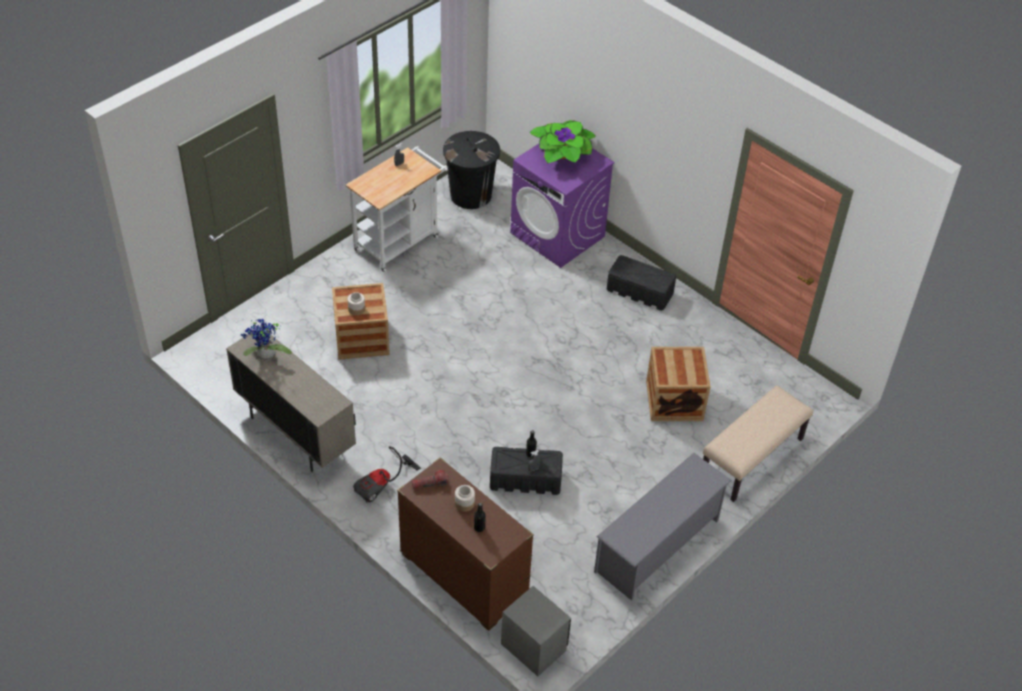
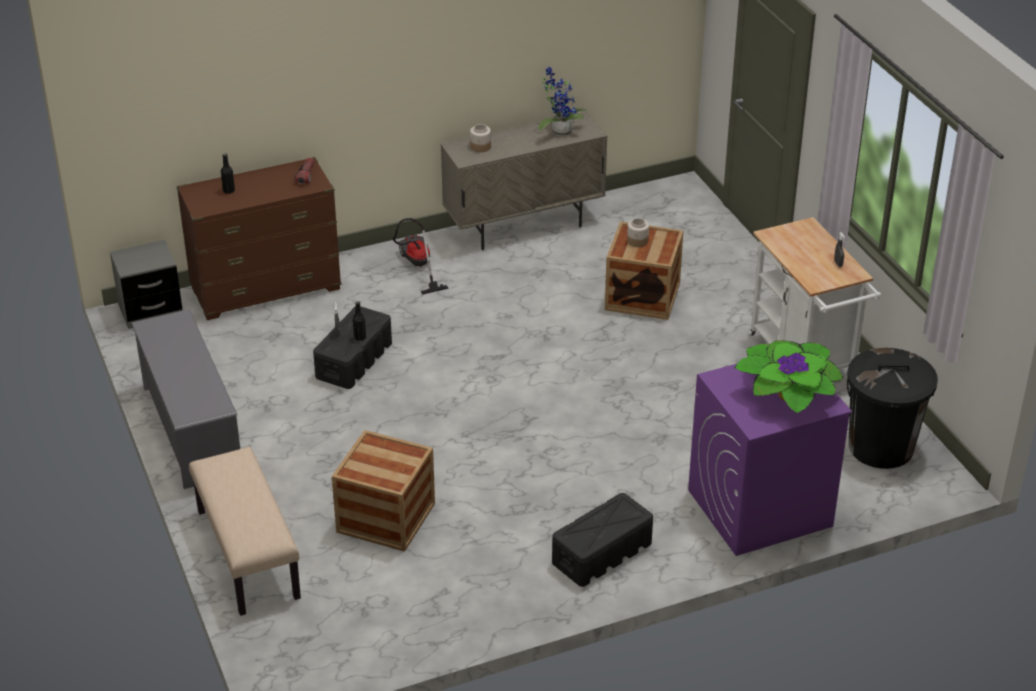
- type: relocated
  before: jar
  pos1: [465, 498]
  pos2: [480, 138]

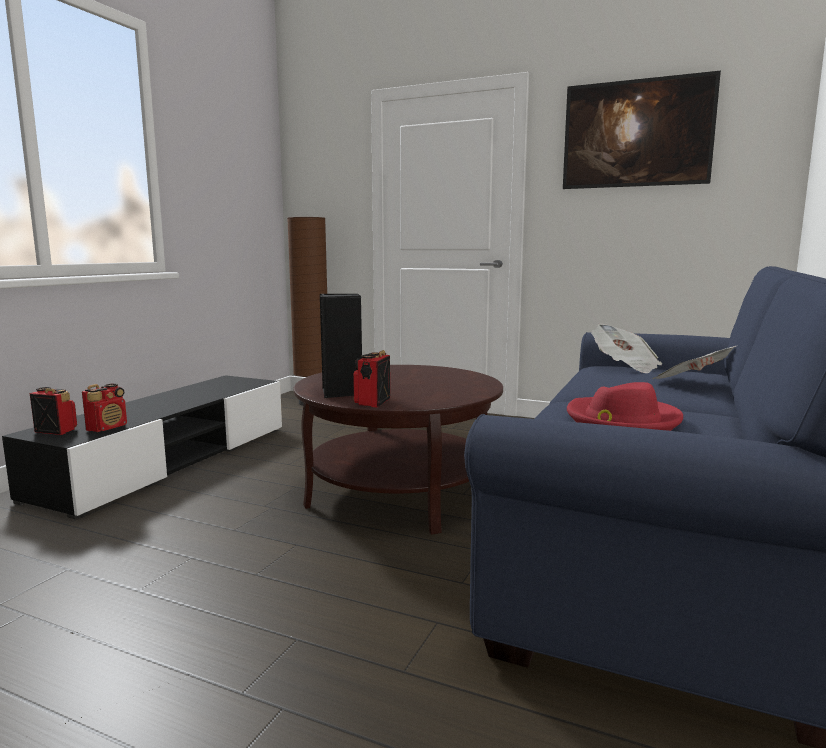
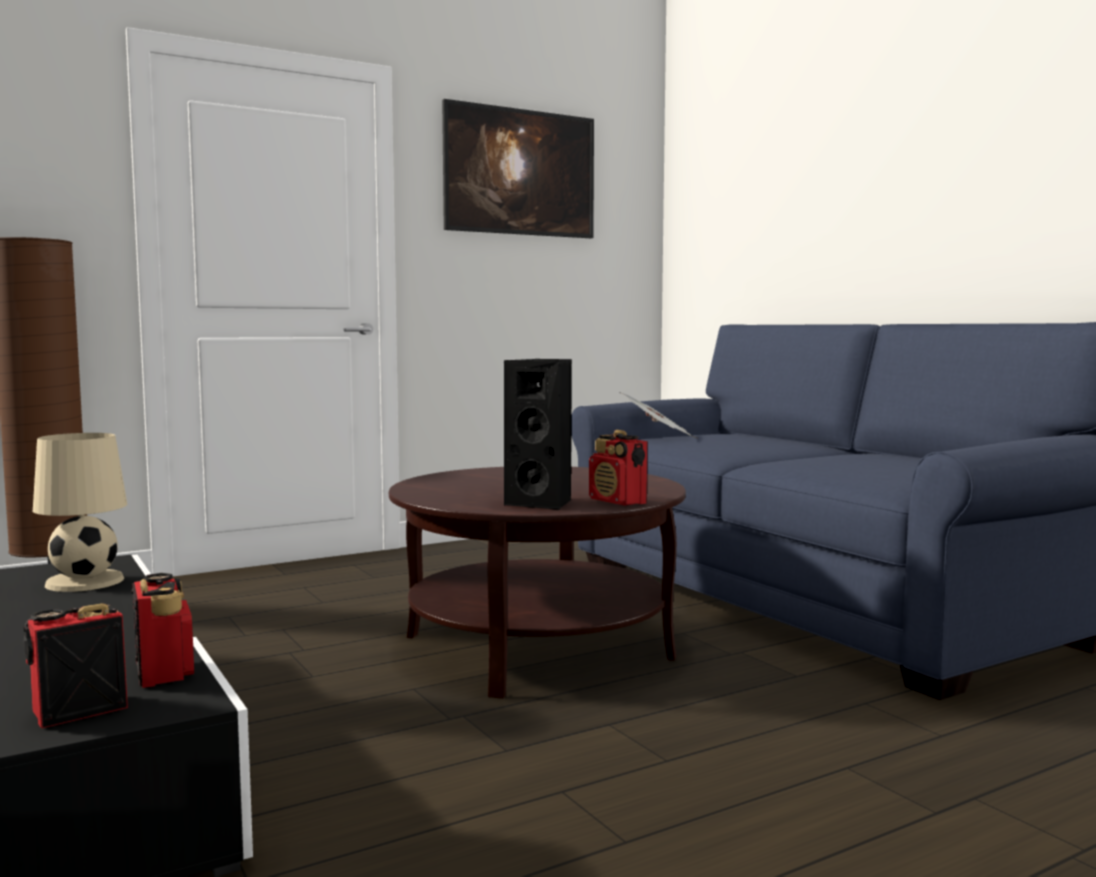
- type: appeared
  after: lamp for a table in beige-coloured
  pos2: [80, 512]
- type: missing
  before: clothing hat in reddish
  pos1: [625, 406]
- type: missing
  before: daily paper
  pos1: [694, 362]

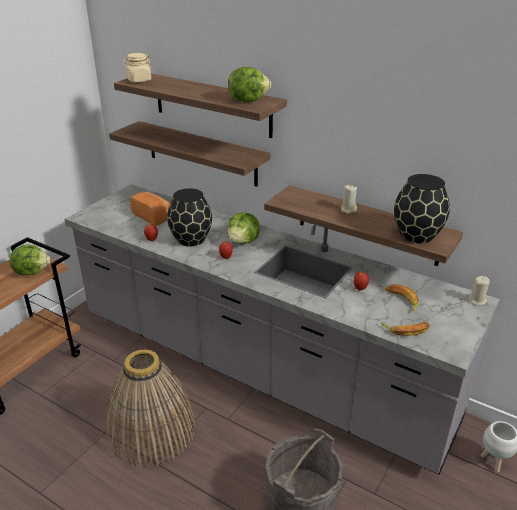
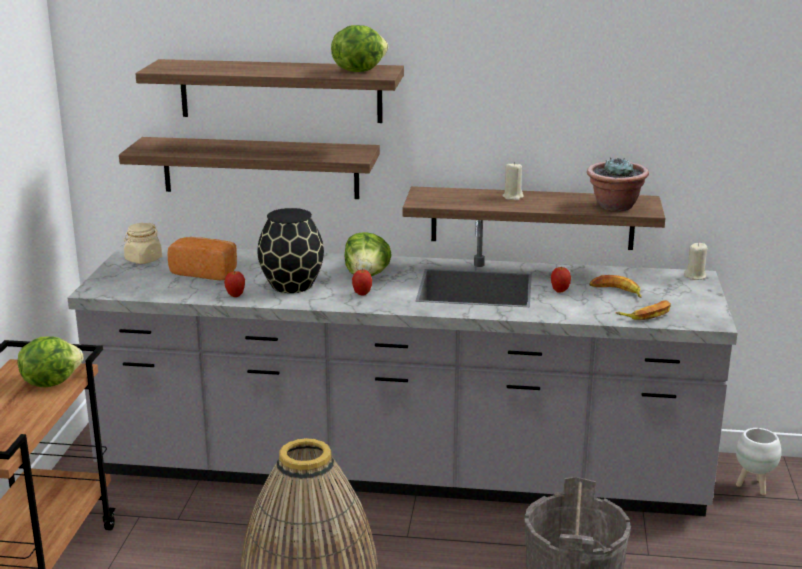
- type: relocated
  before: jar in beige-coloured
  pos1: [137, 67]
  pos2: [143, 243]
- type: exchanged
  before: vase in blackish
  after: houseplant
  pos1: [422, 209]
  pos2: [618, 184]

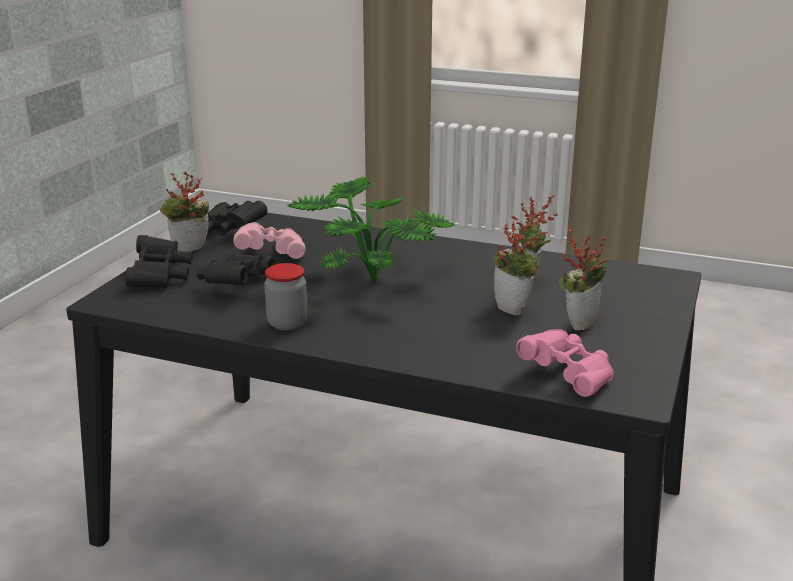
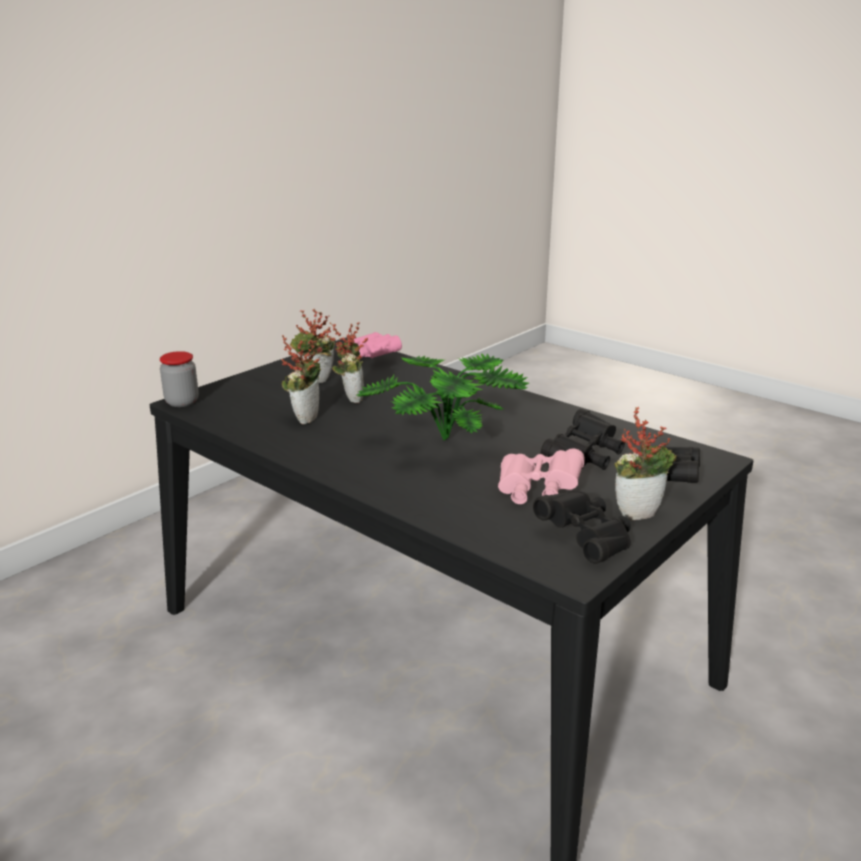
- type: relocated
  before: jar
  pos1: [285, 297]
  pos2: [179, 379]

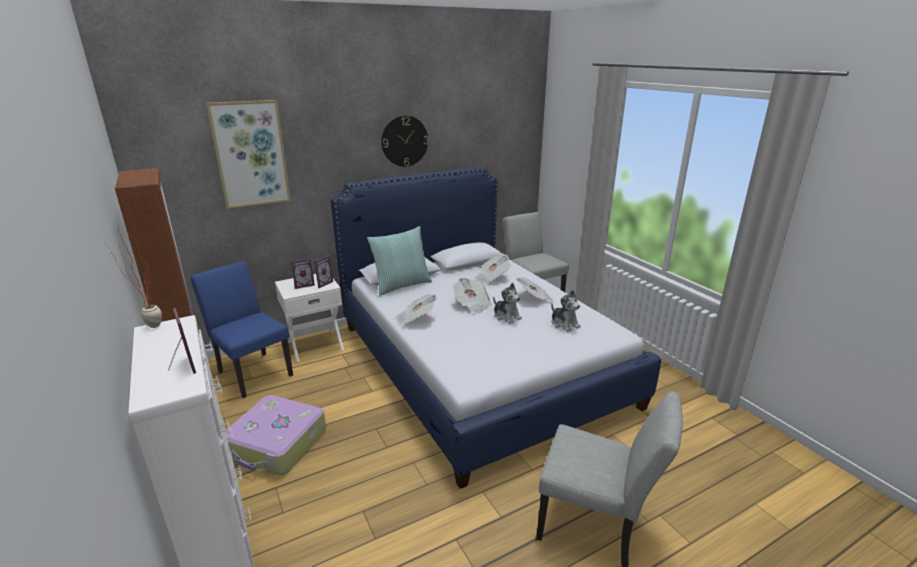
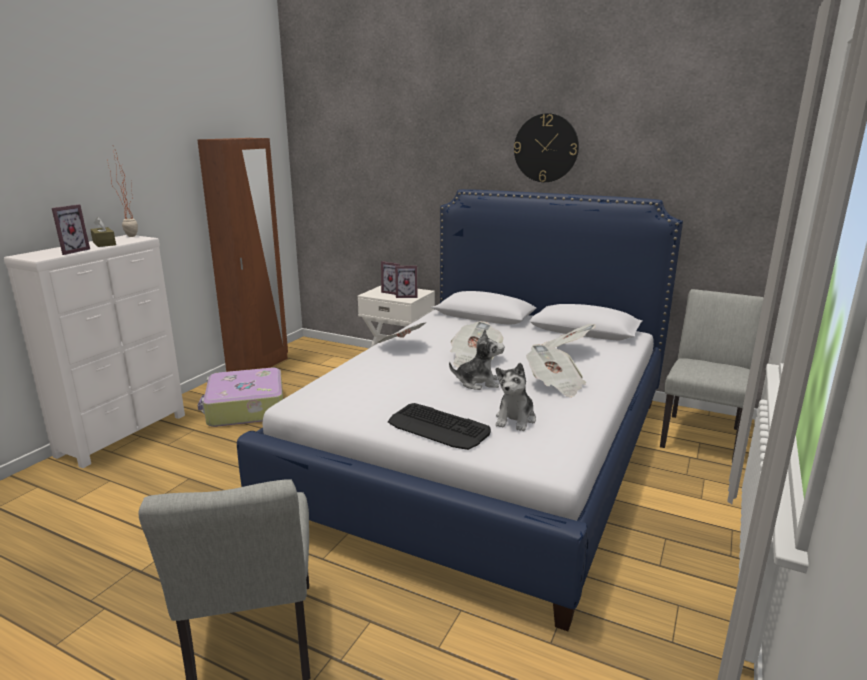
- type: appeared
  after: box of tissues in brownish
  pos2: [103, 232]
- type: appeared
  after: computer keyboard
  pos2: [439, 426]
- type: spun
  before: soft toy
  pos1: [507, 303]
  pos2: [477, 359]
  turn: -105
- type: missing
  before: plain chair in blue-coloured
  pos1: [241, 329]
- type: missing
  before: wall art
  pos1: [248, 154]
- type: missing
  before: pillow
  pos1: [399, 261]

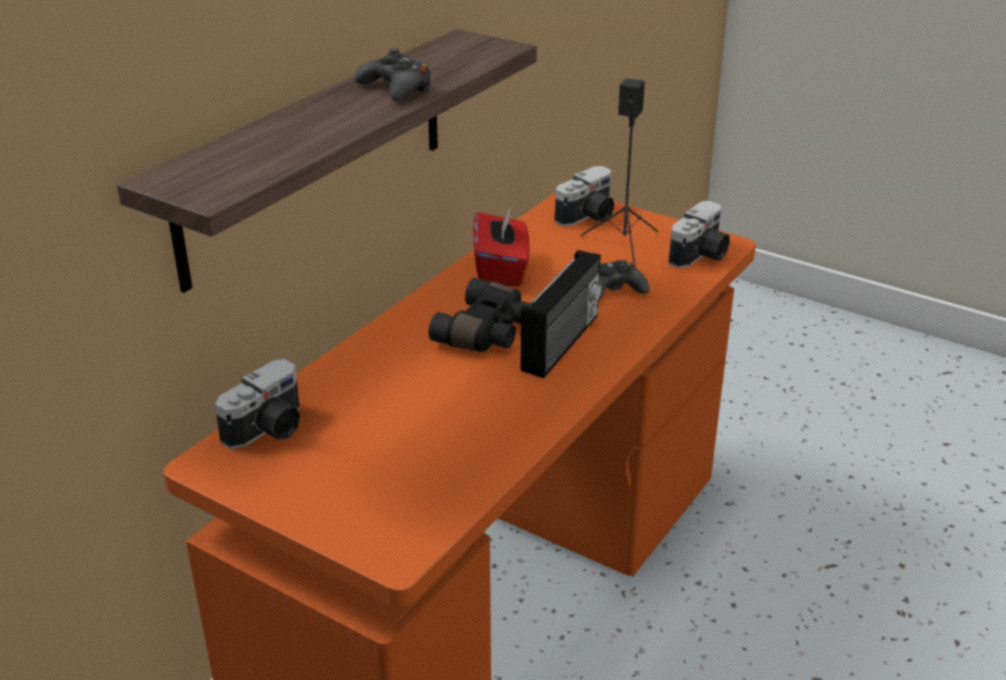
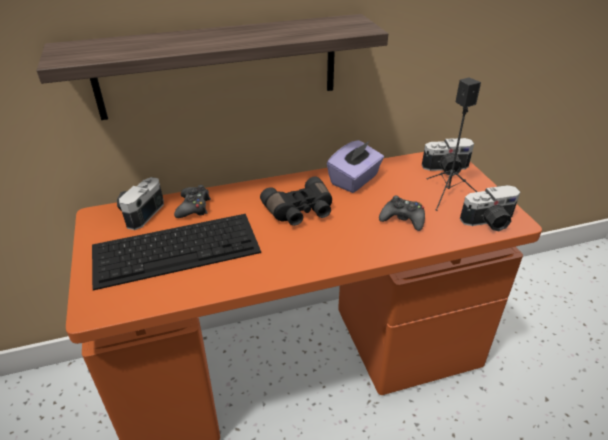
- type: appeared
  after: computer keyboard
  pos2: [176, 252]
- type: spun
  before: still camera
  pos1: [258, 404]
  pos2: [140, 203]
  turn: 120
- type: relocated
  before: gamepad in blackish
  pos1: [392, 74]
  pos2: [192, 201]
- type: colour
  before: box of tissues in reddish
  after: box of tissues in purplish
  pos1: [501, 245]
  pos2: [355, 166]
- type: missing
  before: radio
  pos1: [561, 314]

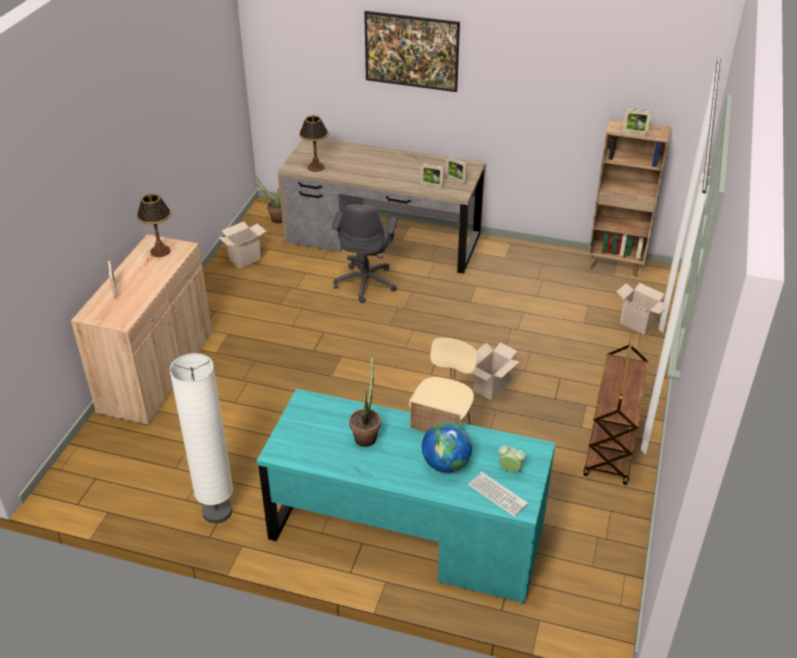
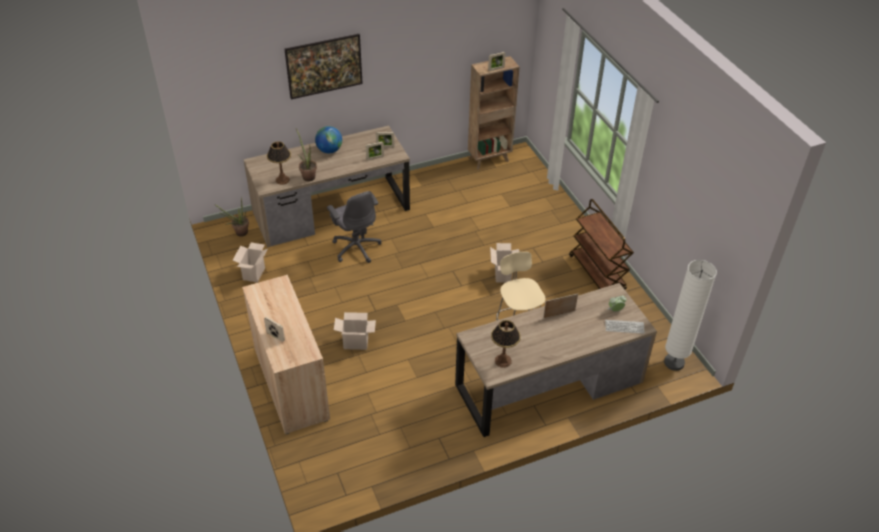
- type: relocated
  before: houseplant
  pos1: [365, 400]
  pos2: [306, 155]
- type: relocated
  before: world globe
  pos1: [447, 447]
  pos2: [328, 139]
- type: relocated
  before: cardboard box
  pos1: [641, 309]
  pos2: [355, 331]
- type: colour
  before: desk unit in blue-green
  after: desk unit in brownish
  pos1: [406, 496]
  pos2: [556, 360]
- type: relocated
  before: lamp for a table
  pos1: [153, 225]
  pos2: [506, 344]
- type: relocated
  before: standing lamp in whitish
  pos1: [201, 438]
  pos2: [690, 315]

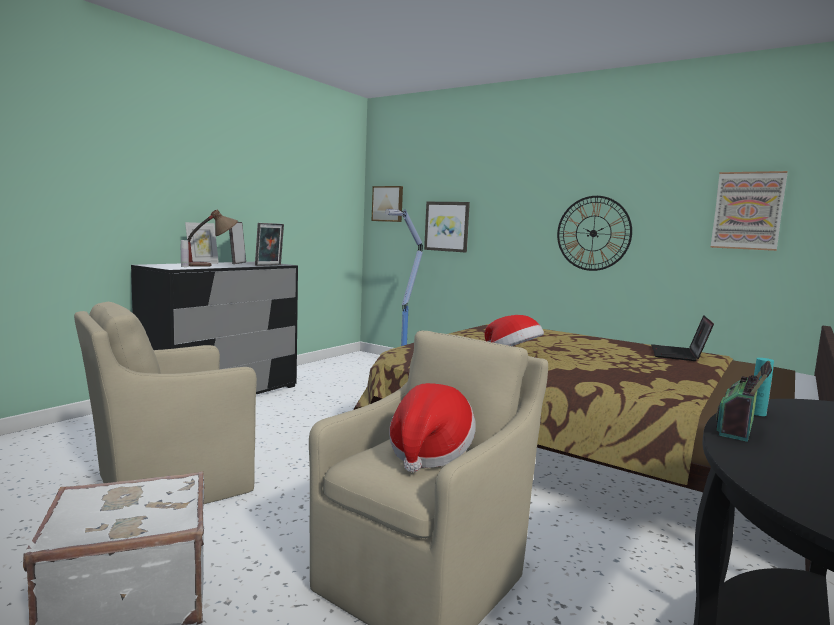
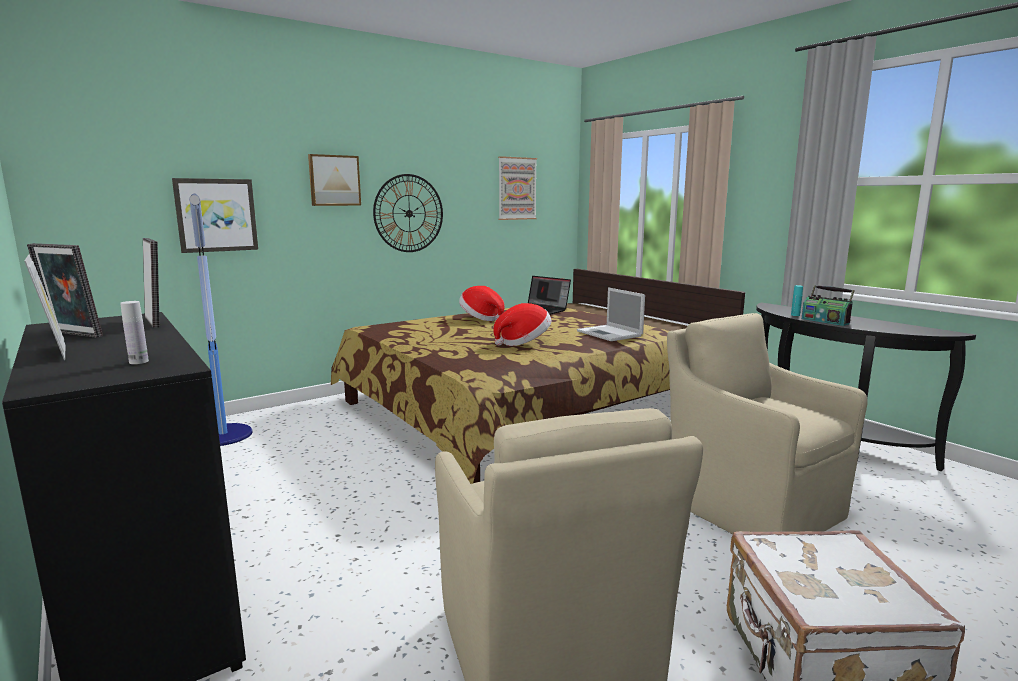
- type: relocated
  before: wall art
  pos1: [387, 204]
  pos2: [334, 180]
- type: relocated
  before: clothing hat
  pos1: [432, 427]
  pos2: [481, 303]
- type: appeared
  after: portable computer
  pos2: [611, 314]
- type: missing
  before: lamp for a table
  pos1: [212, 238]

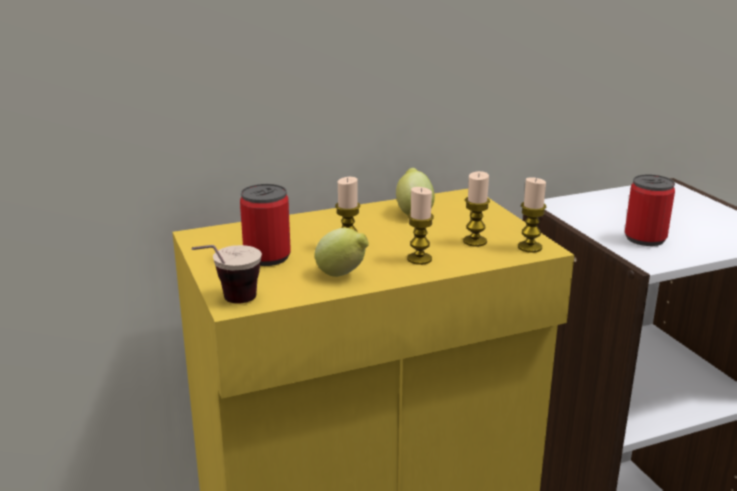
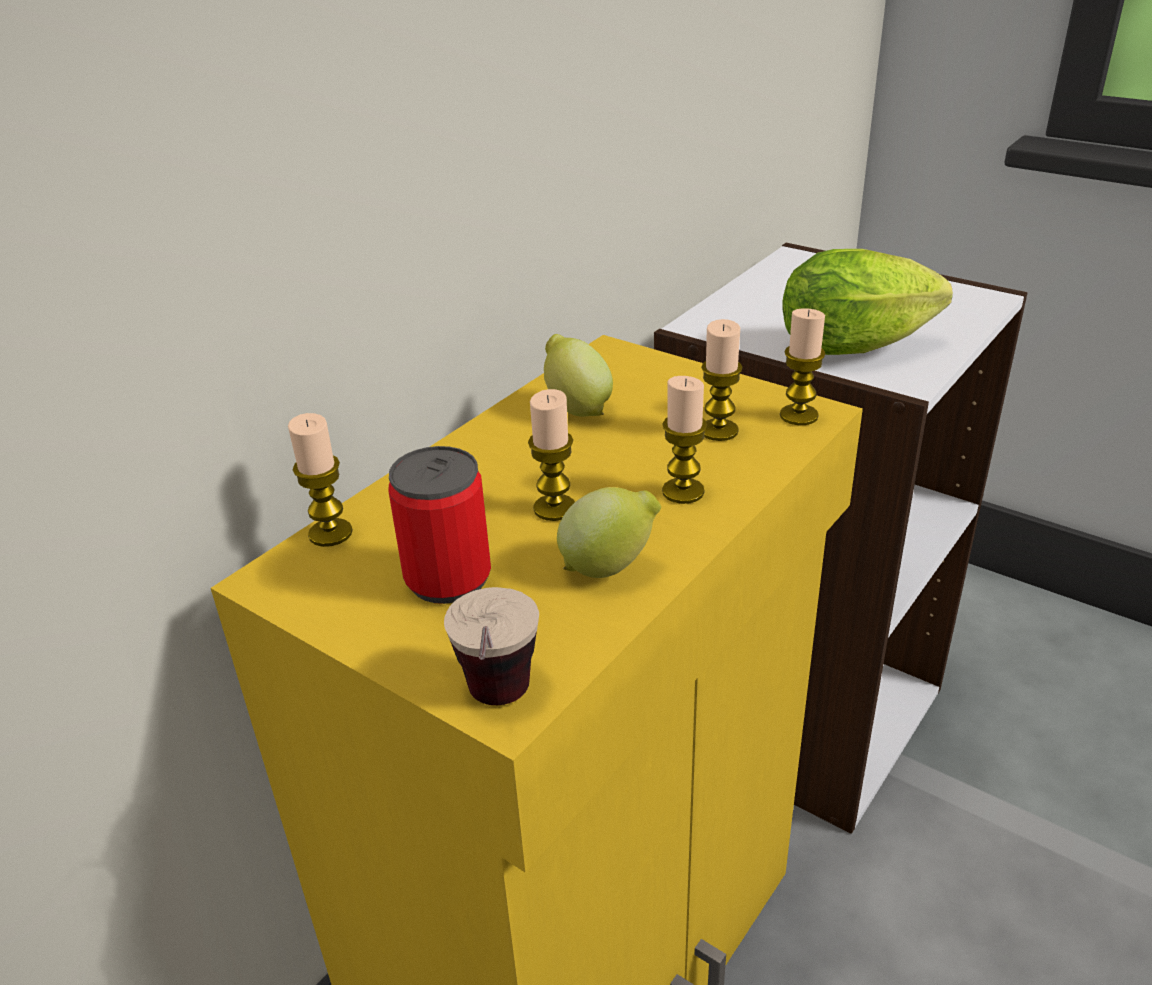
- type: appeared
  after: wax candle
  pos2: [320, 480]
- type: exchanged
  before: can
  after: lettuce
  pos1: [650, 210]
  pos2: [867, 302]

